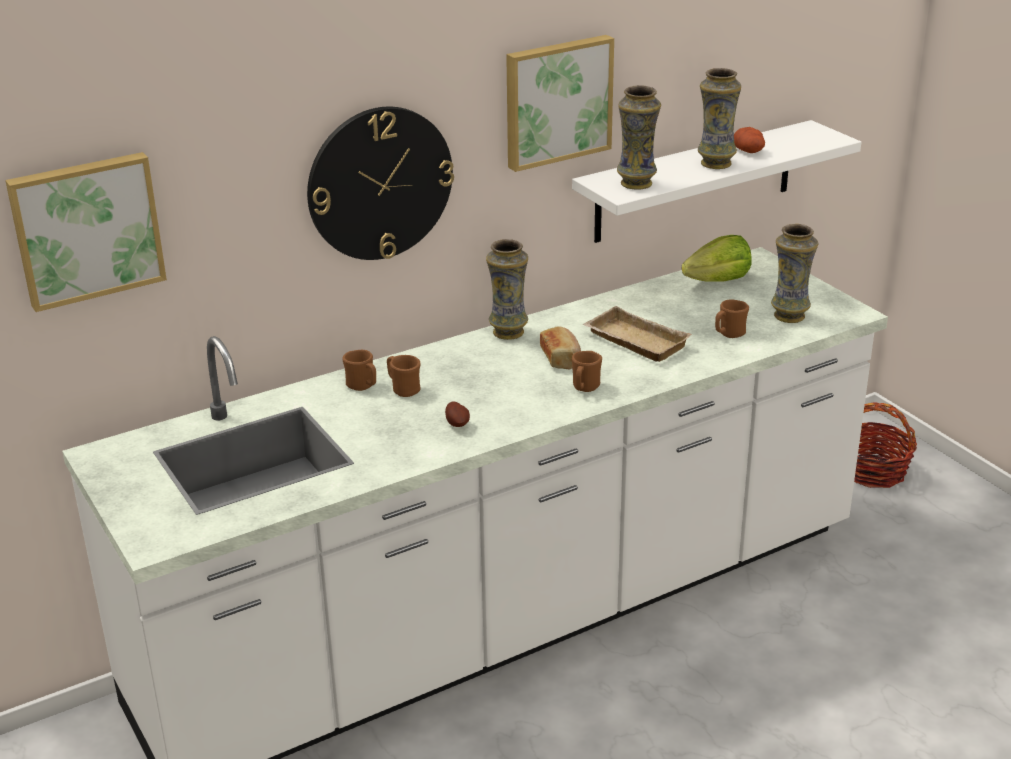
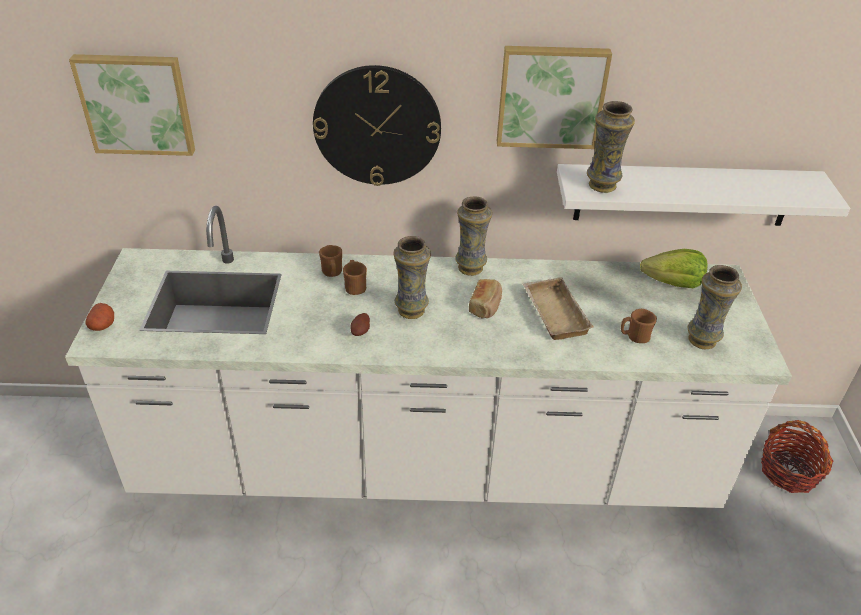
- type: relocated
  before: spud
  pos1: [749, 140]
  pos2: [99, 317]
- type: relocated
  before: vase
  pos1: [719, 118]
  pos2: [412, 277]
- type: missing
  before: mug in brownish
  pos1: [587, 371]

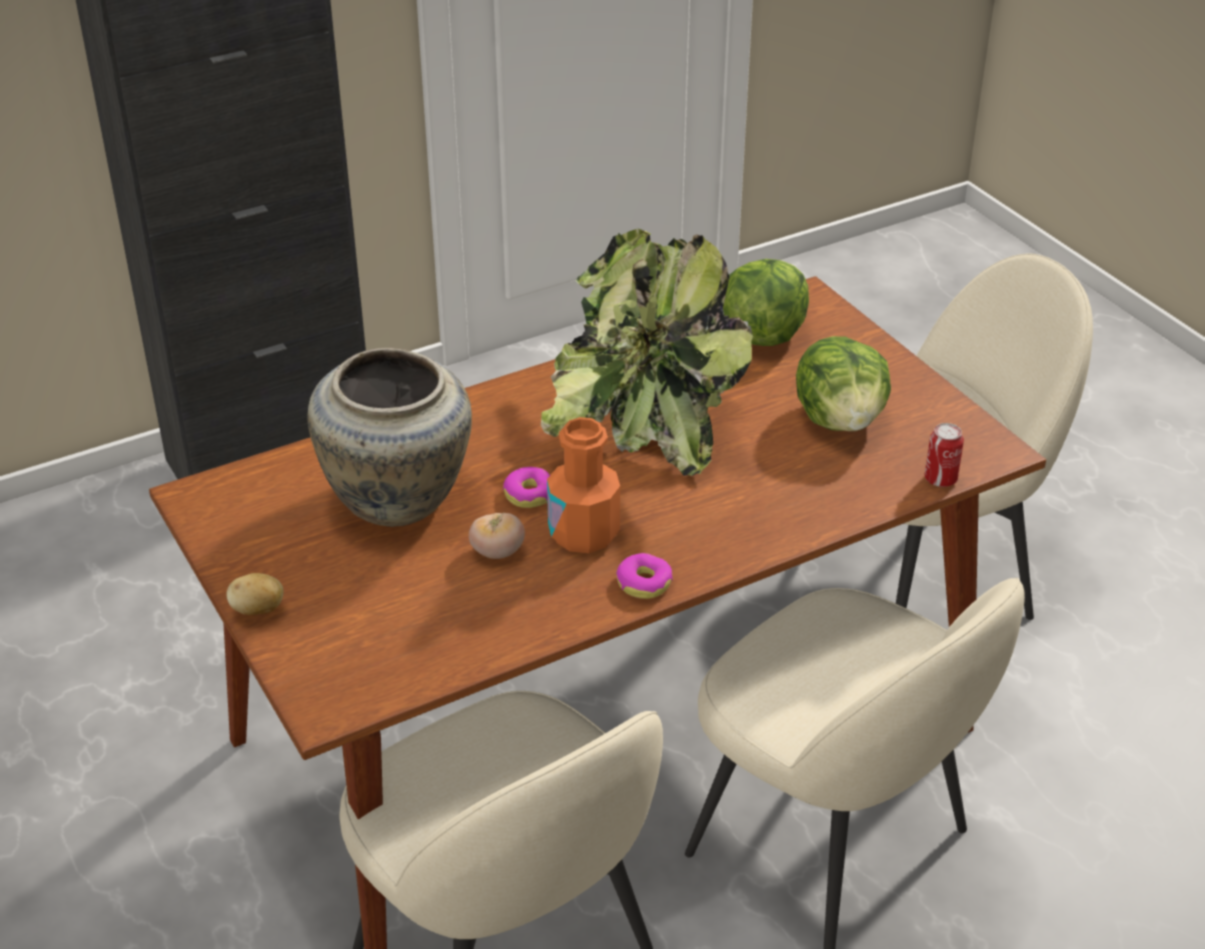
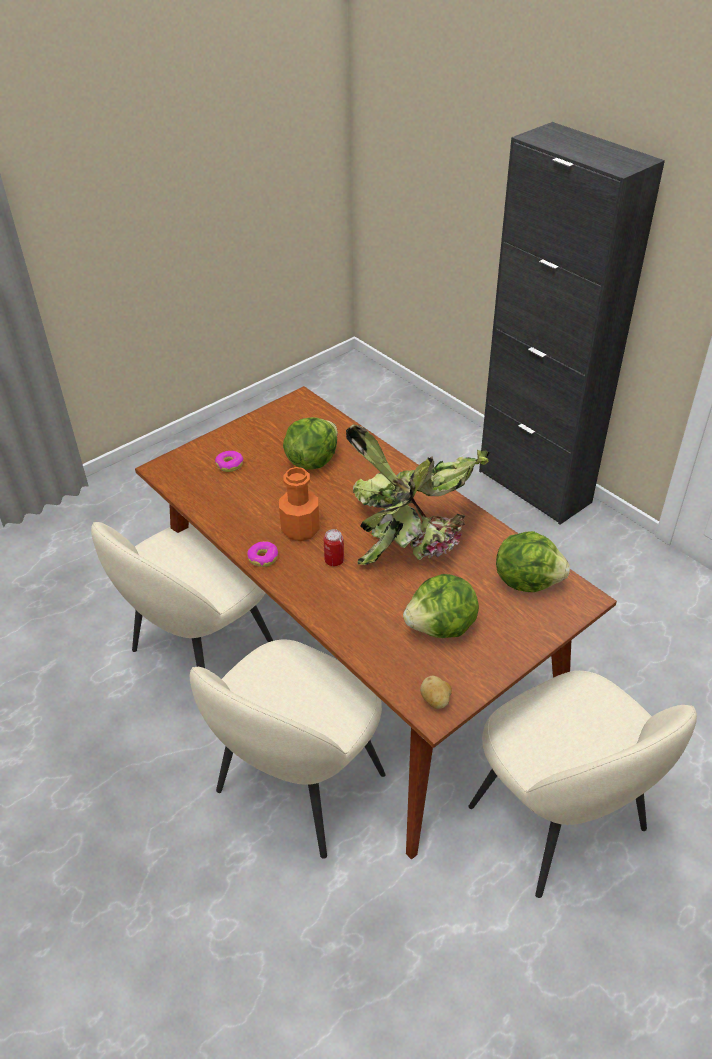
- type: relocated
  before: doughnut
  pos1: [526, 487]
  pos2: [229, 461]
- type: exchanged
  before: vase in beige-coloured
  after: lettuce
  pos1: [389, 437]
  pos2: [310, 443]
- type: relocated
  before: can
  pos1: [944, 455]
  pos2: [334, 547]
- type: relocated
  before: spud
  pos1: [255, 594]
  pos2: [436, 692]
- type: missing
  before: whole tomato
  pos1: [497, 536]

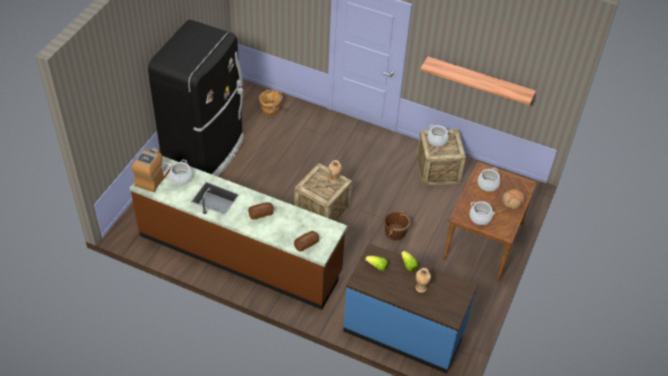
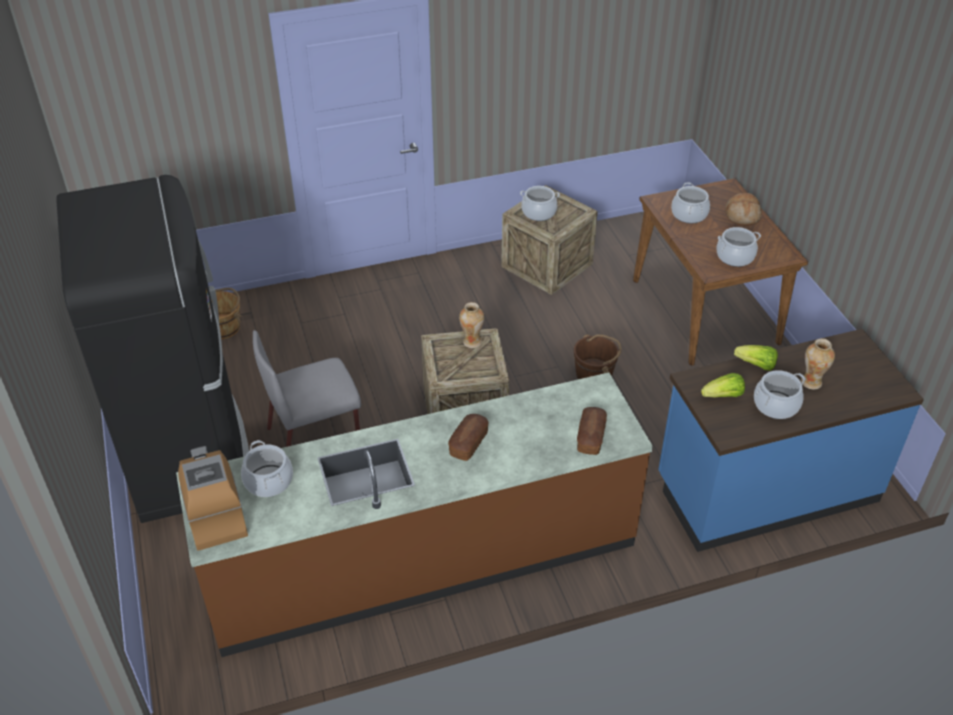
- type: appeared
  after: plain chair in gray
  pos2: [307, 388]
- type: appeared
  after: saucepot
  pos2: [780, 394]
- type: missing
  before: shelf
  pos1: [478, 81]

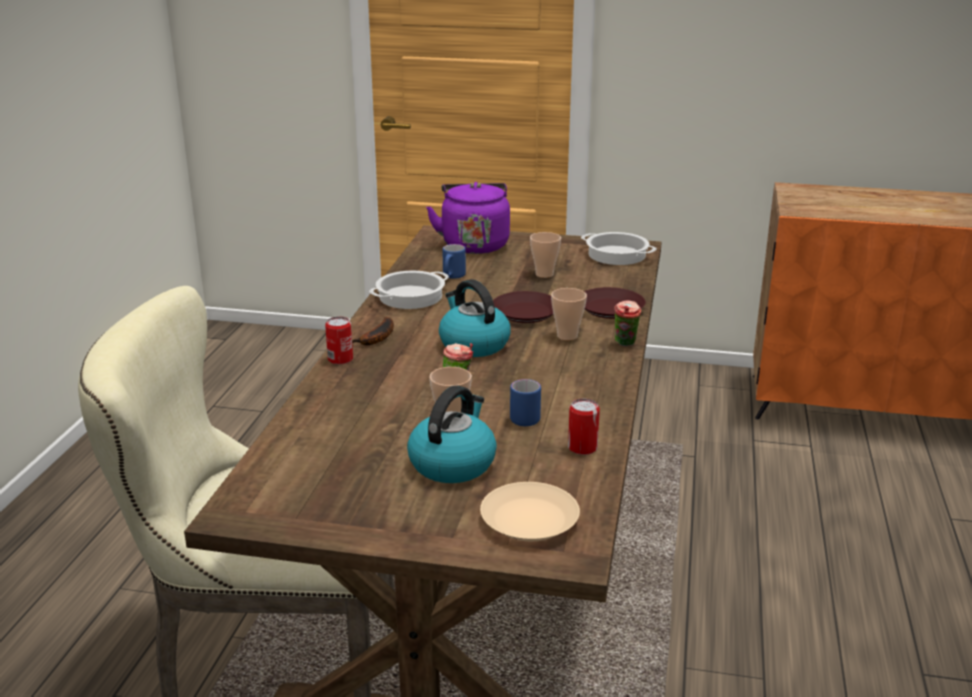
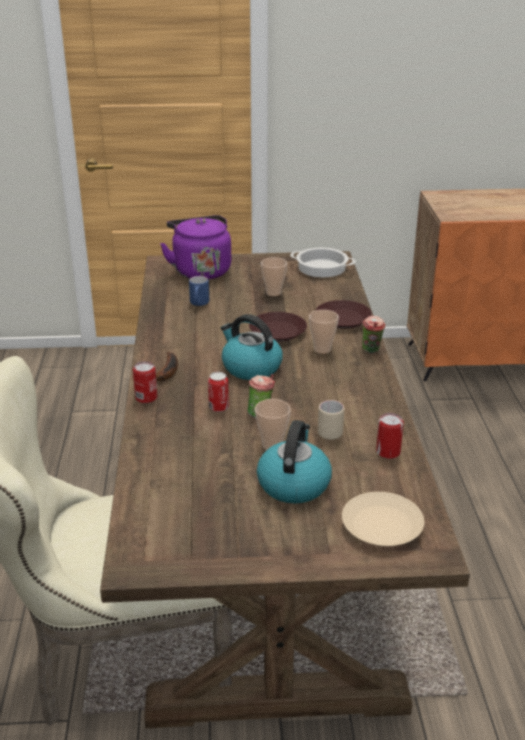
- type: appeared
  after: can
  pos2: [218, 392]
- type: colour
  before: mug in blue-coloured
  after: mug in beige-coloured
  pos1: [525, 402]
  pos2: [331, 420]
- type: missing
  before: saucepot
  pos1: [409, 290]

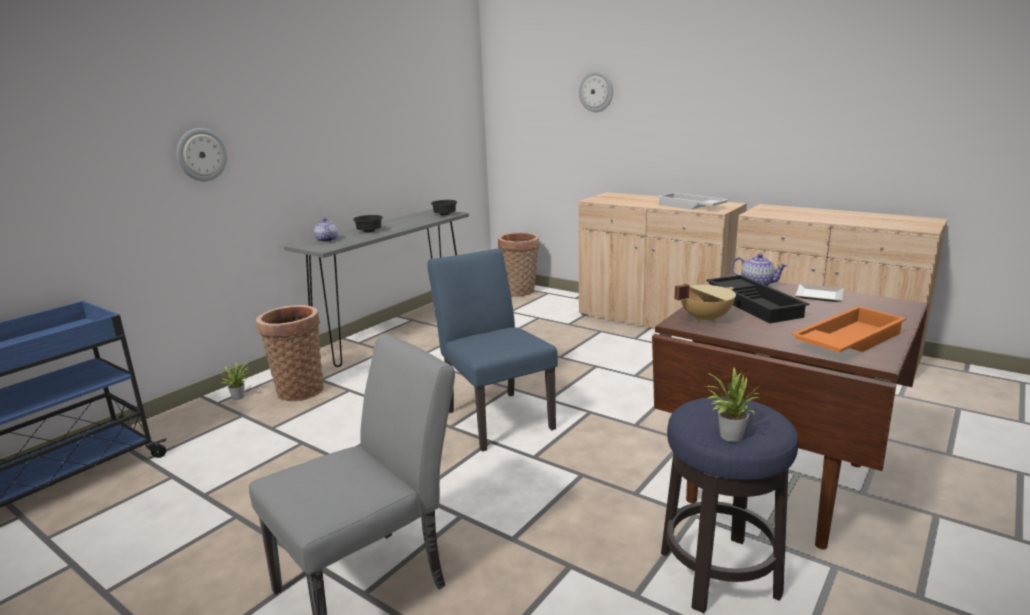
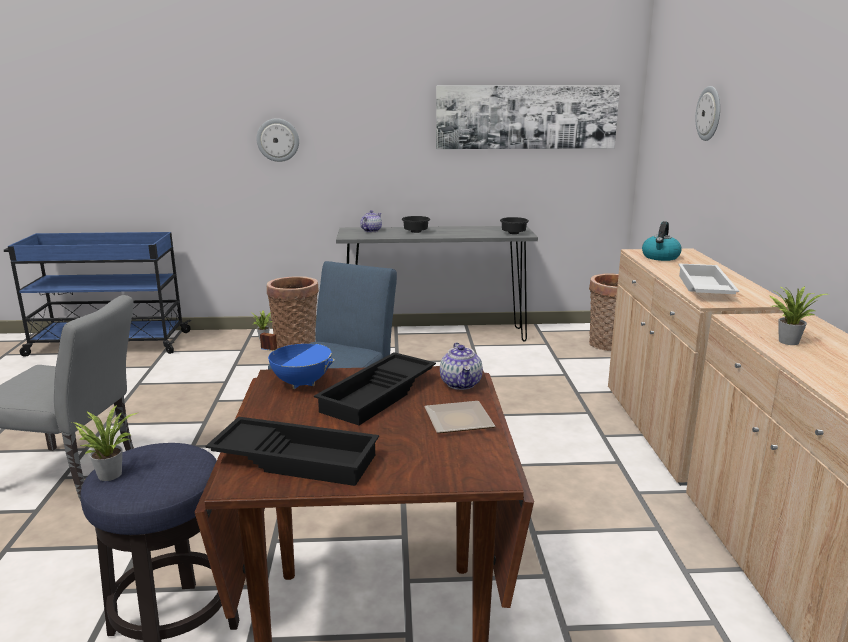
- type: colour
  before: serving tray in orange-coloured
  after: serving tray in blackish
  pos1: [849, 329]
  pos2: [292, 451]
- type: colour
  before: saucepot in beige-coloured
  after: saucepot in blue-coloured
  pos1: [705, 303]
  pos2: [297, 361]
- type: appeared
  after: wall art
  pos2: [528, 117]
- type: appeared
  after: tea kettle
  pos2: [662, 241]
- type: appeared
  after: houseplant
  pos2: [799, 315]

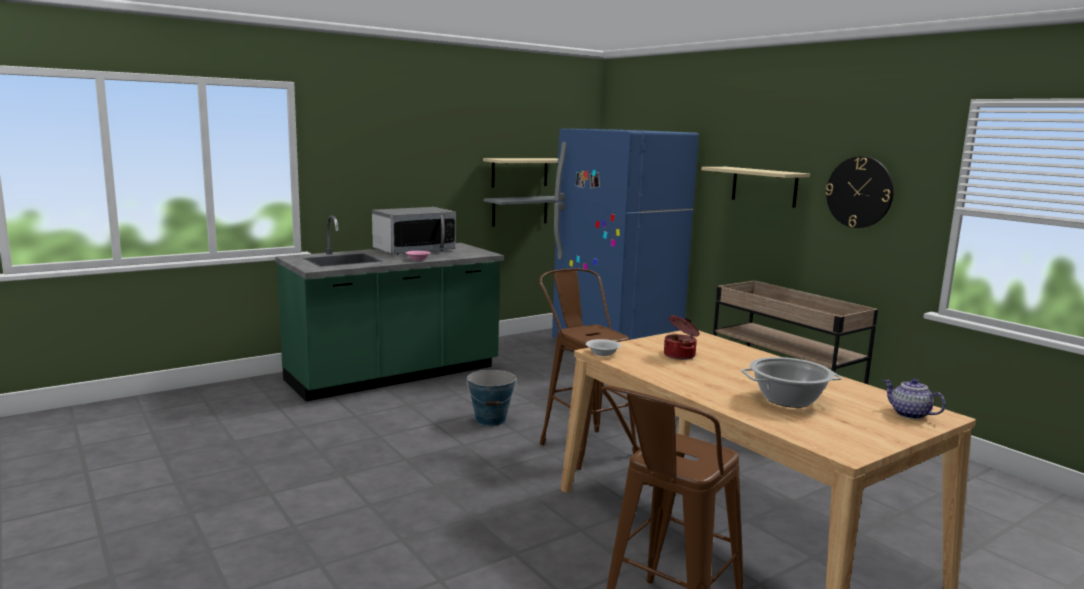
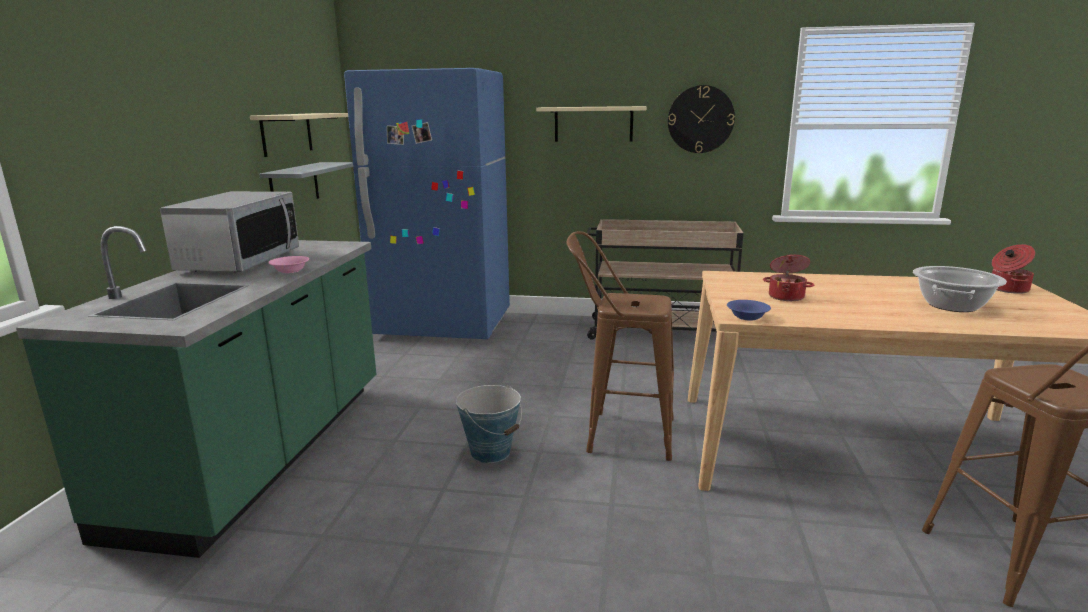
- type: colour
  before: deep dish in whitish
  after: deep dish in blue-coloured
  pos1: [603, 347]
  pos2: [749, 310]
- type: exchanged
  before: pot for tea
  after: saucepot
  pos1: [914, 399]
  pos2: [1013, 269]

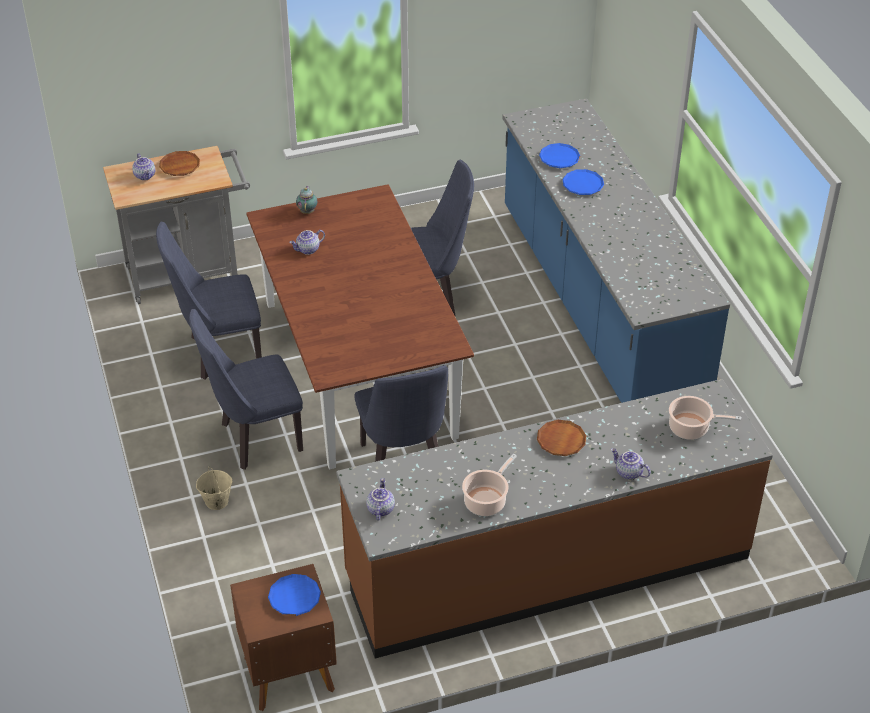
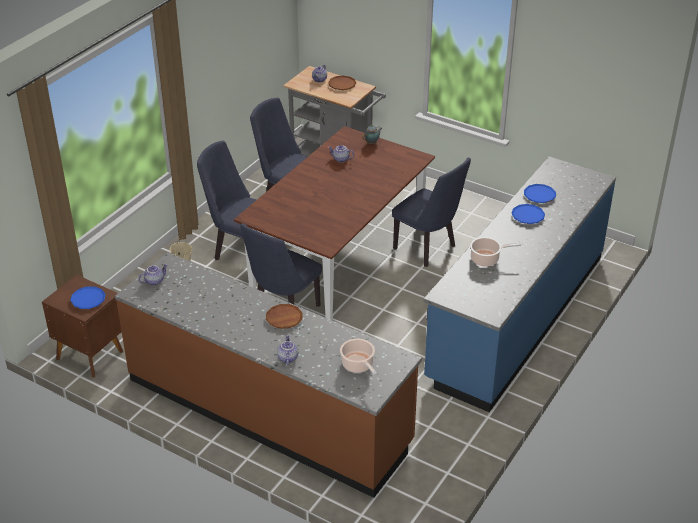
- type: relocated
  before: saucepot
  pos1: [489, 485]
  pos2: [495, 252]

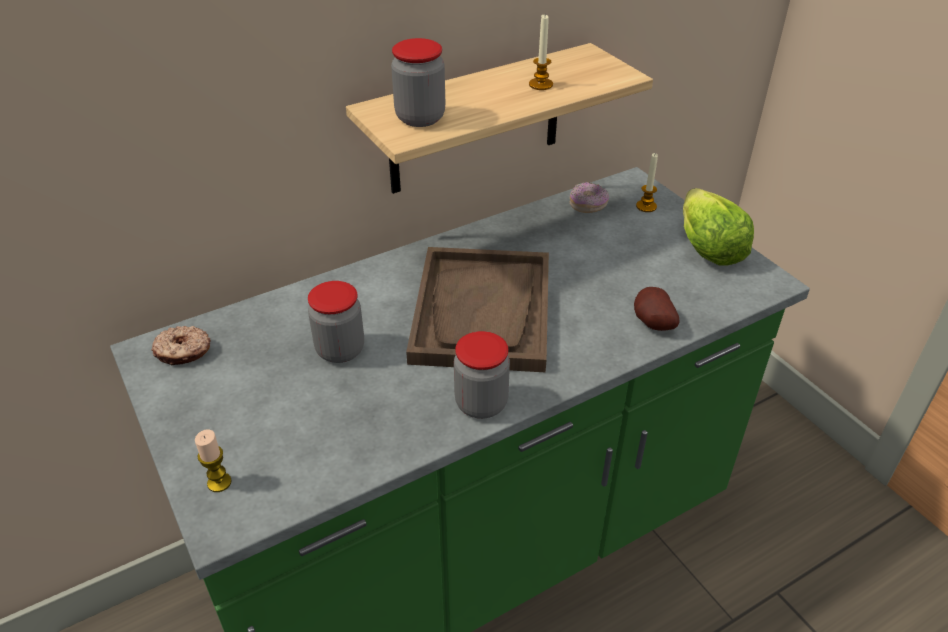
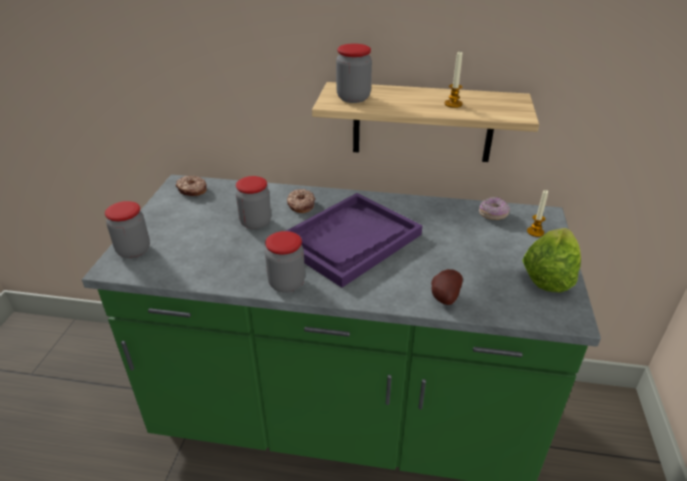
- type: exchanged
  before: wax candle
  after: jar
  pos1: [213, 460]
  pos2: [127, 229]
- type: colour
  before: serving tray in brownish
  after: serving tray in purplish
  pos1: [477, 310]
  pos2: [354, 240]
- type: appeared
  after: doughnut
  pos2: [301, 201]

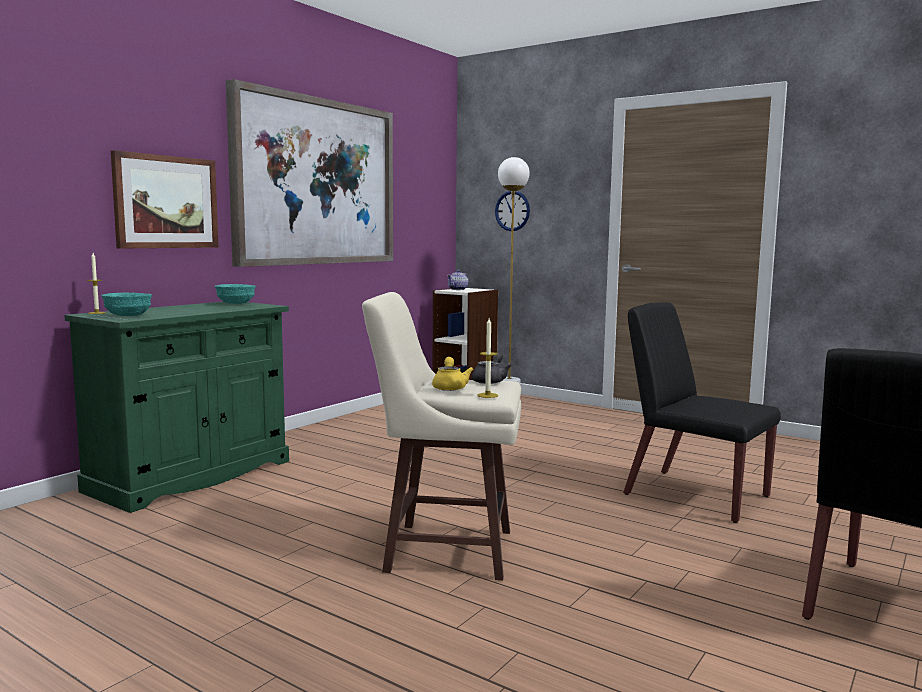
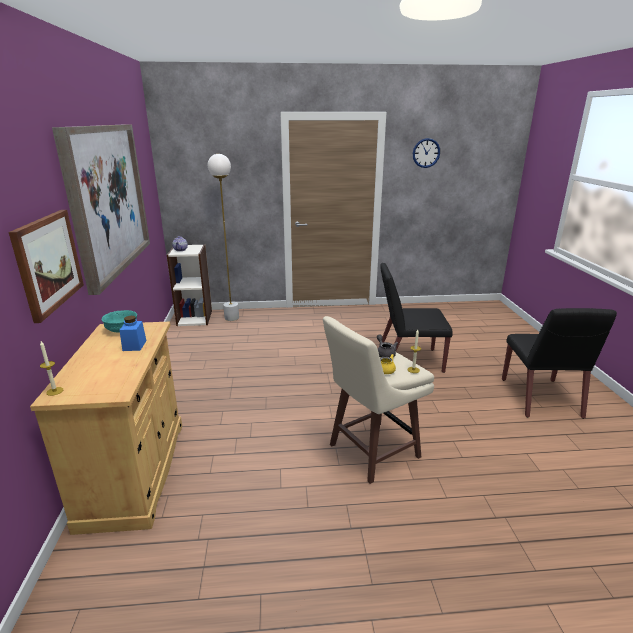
- type: colour
  before: cabinet in green
  after: cabinet in beige-coloured
  pos1: [176, 407]
  pos2: [106, 428]
- type: appeared
  after: jar in blue-coloured
  pos2: [133, 333]
- type: relocated
  before: hanging clock
  pos1: [512, 211]
  pos2: [426, 153]
- type: missing
  before: deep dish in blue-green
  pos1: [126, 304]

